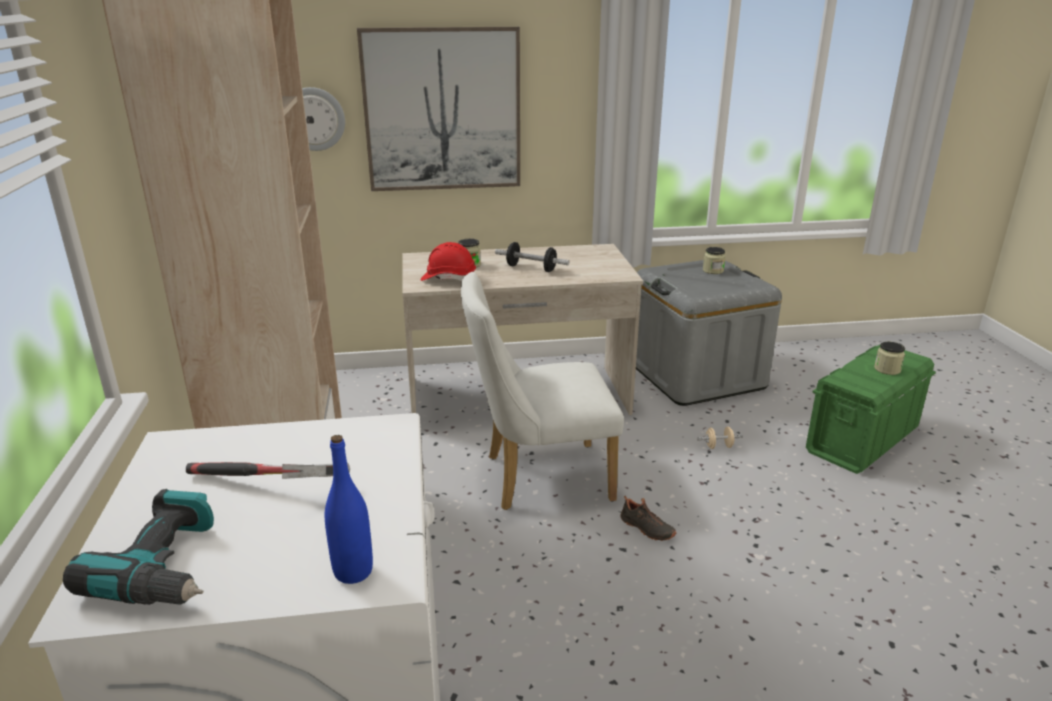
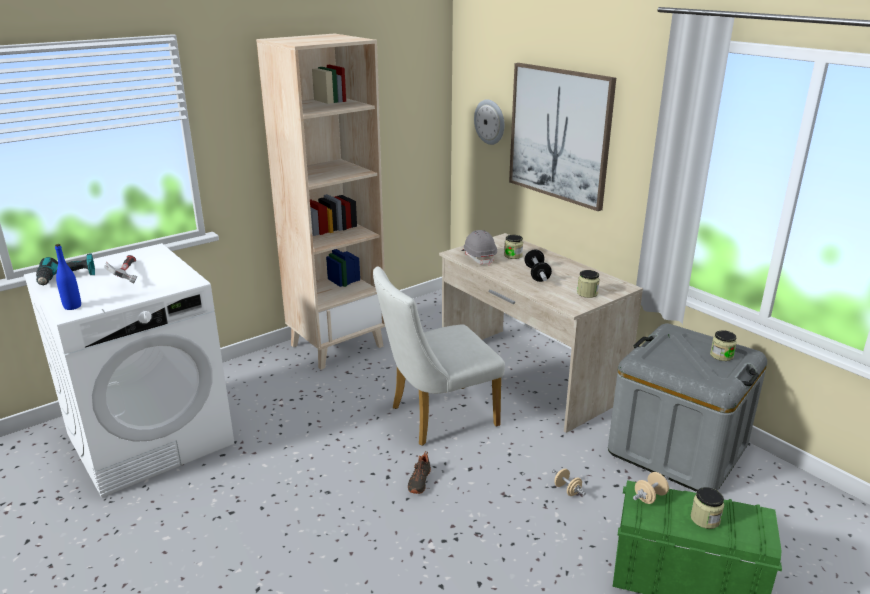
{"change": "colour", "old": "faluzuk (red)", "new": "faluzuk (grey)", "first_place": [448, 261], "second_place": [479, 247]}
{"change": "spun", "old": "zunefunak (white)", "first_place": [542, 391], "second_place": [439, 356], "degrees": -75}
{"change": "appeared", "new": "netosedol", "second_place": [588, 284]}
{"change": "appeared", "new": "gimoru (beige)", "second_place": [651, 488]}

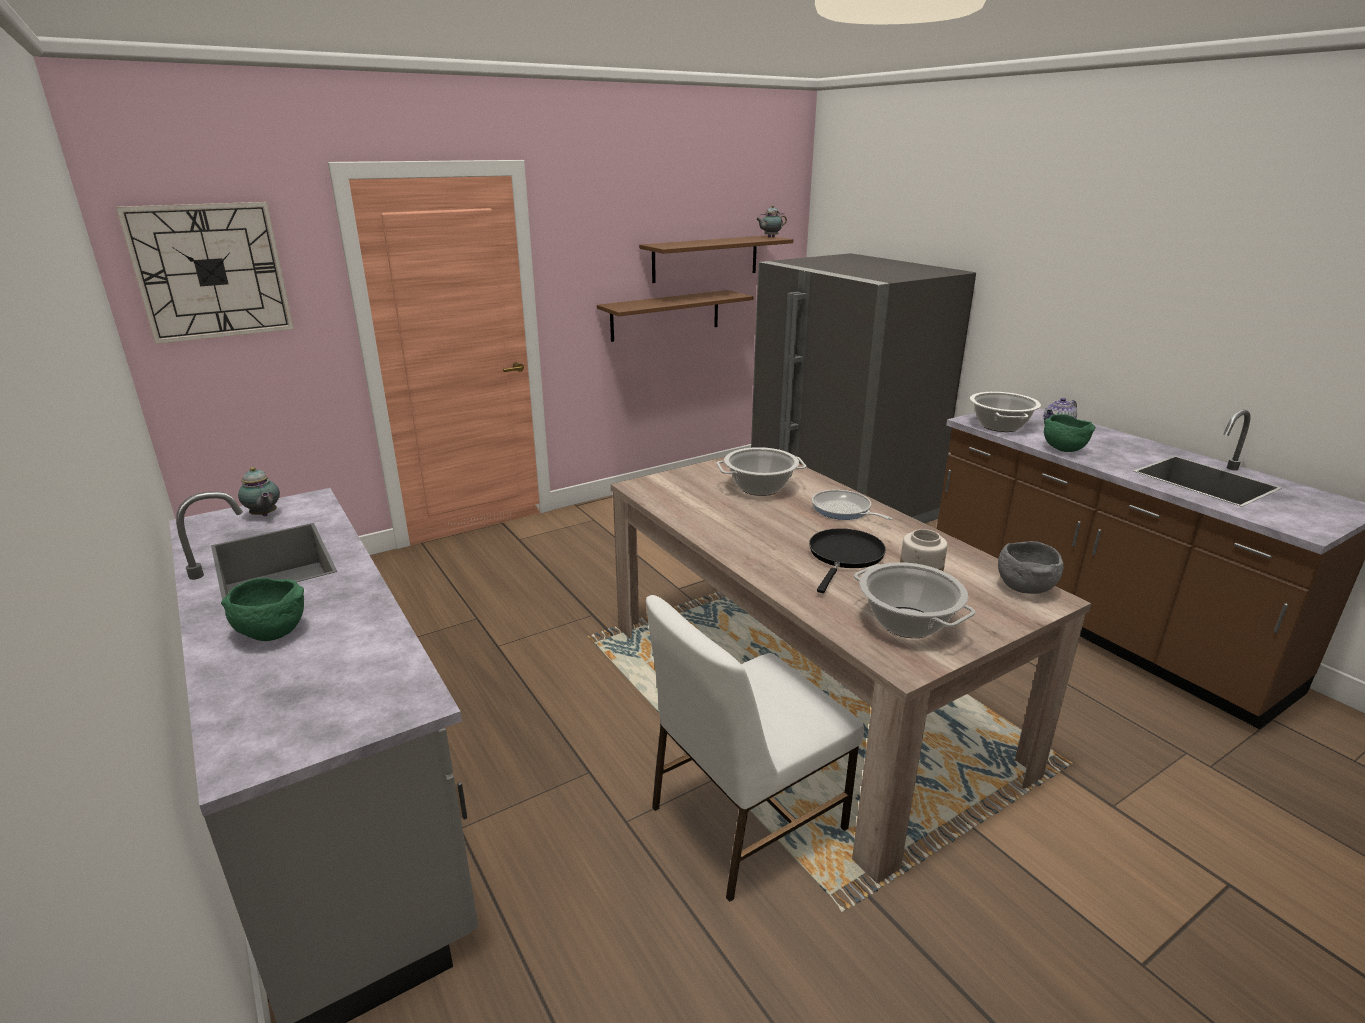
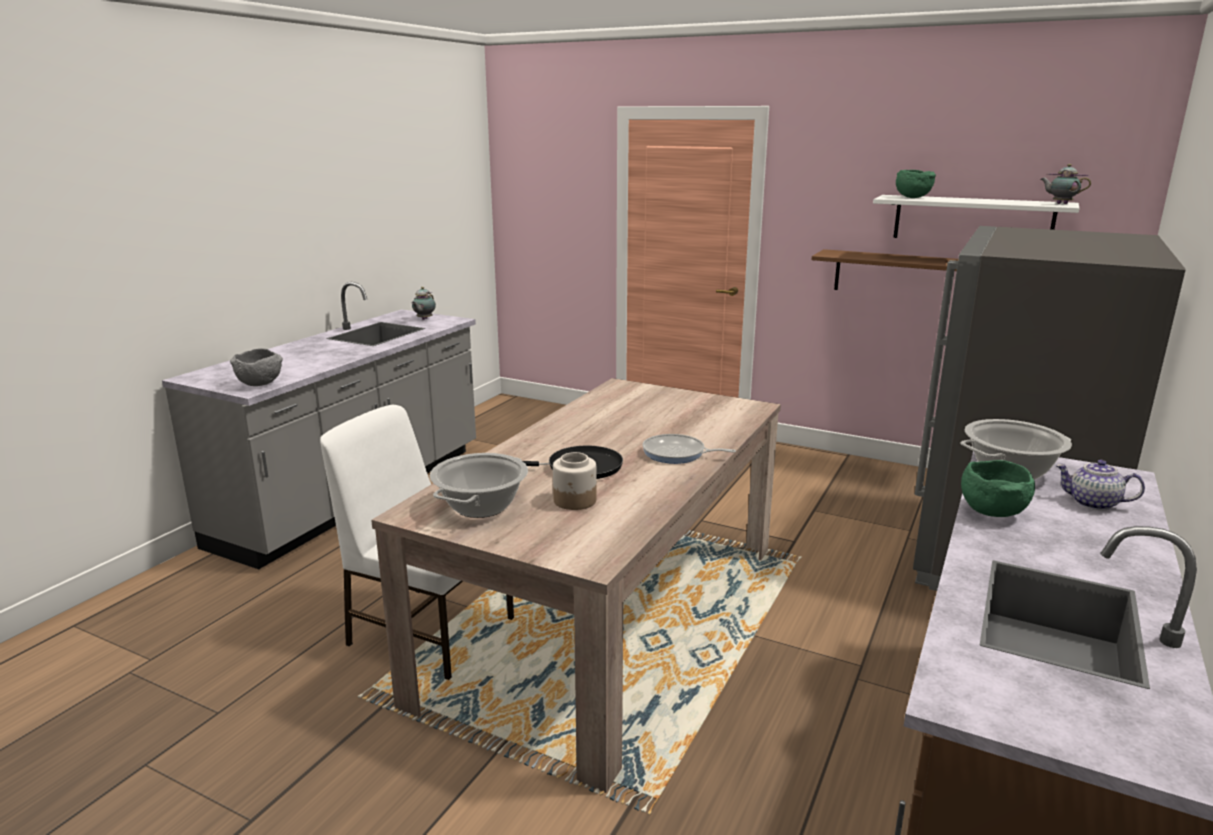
{"change": "missing", "old": "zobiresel", "first_place": [205, 273]}
{"change": "colour", "old": "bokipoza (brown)", "new": "bokipoza (white)", "first_place": [716, 259], "second_place": [976, 216]}
{"change": "missing", "old": "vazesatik", "first_place": [762, 471]}
{"change": "spun", "old": "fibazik", "first_place": [852, 505], "second_place": [689, 449], "degrees": -90}
{"change": "relocated", "old": "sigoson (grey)", "first_place": [1031, 567], "second_place": [256, 367]}
{"change": "relocated", "old": "sigoson (green)", "first_place": [262, 609], "second_place": [916, 184]}

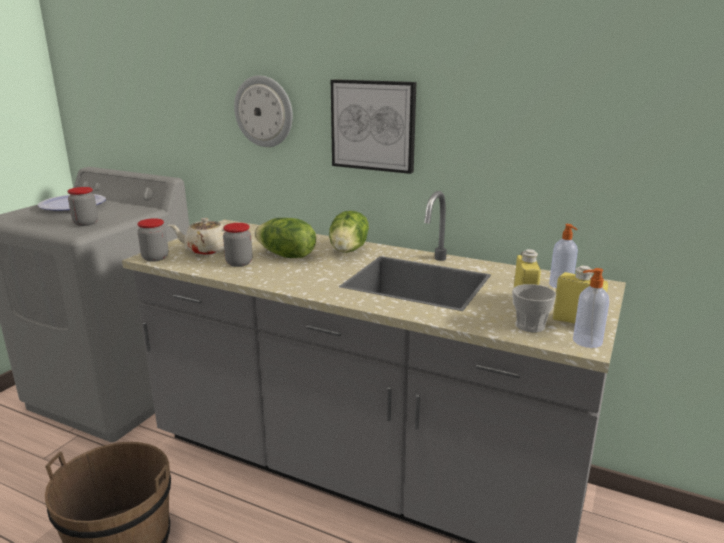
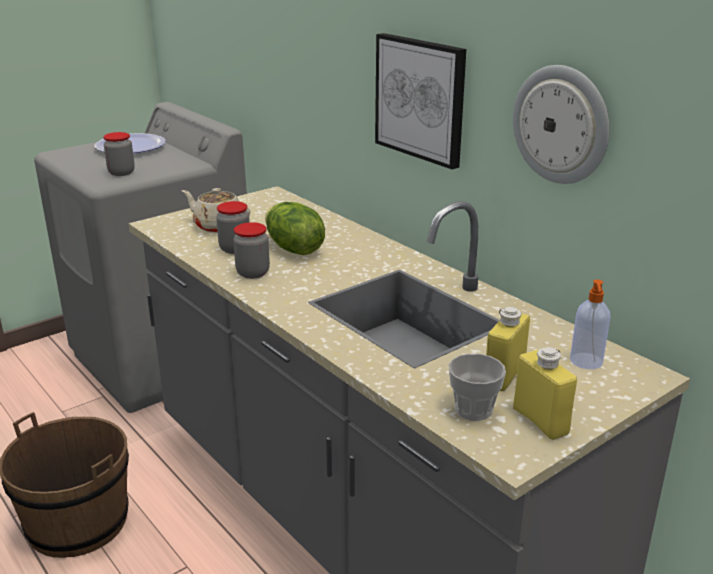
{"change": "relocated", "old": "zobiresel", "first_place": [263, 111], "second_place": [561, 124]}
{"change": "missing", "old": "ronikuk", "first_place": [349, 232]}
{"change": "relocated", "old": "netosedol", "first_place": [152, 240], "second_place": [251, 250]}
{"change": "missing", "old": "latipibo", "first_place": [591, 308]}

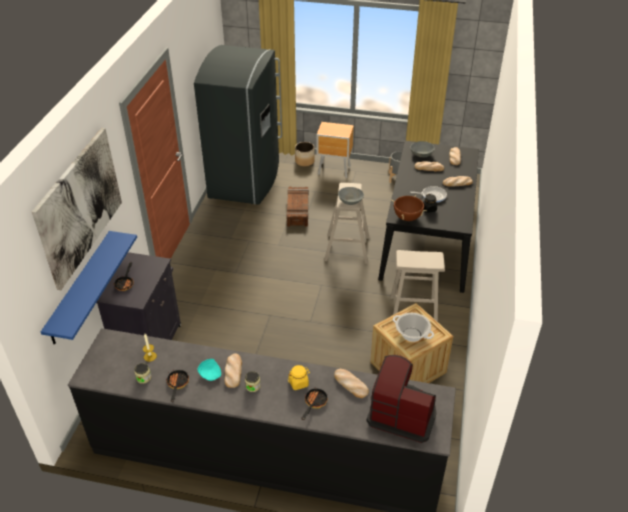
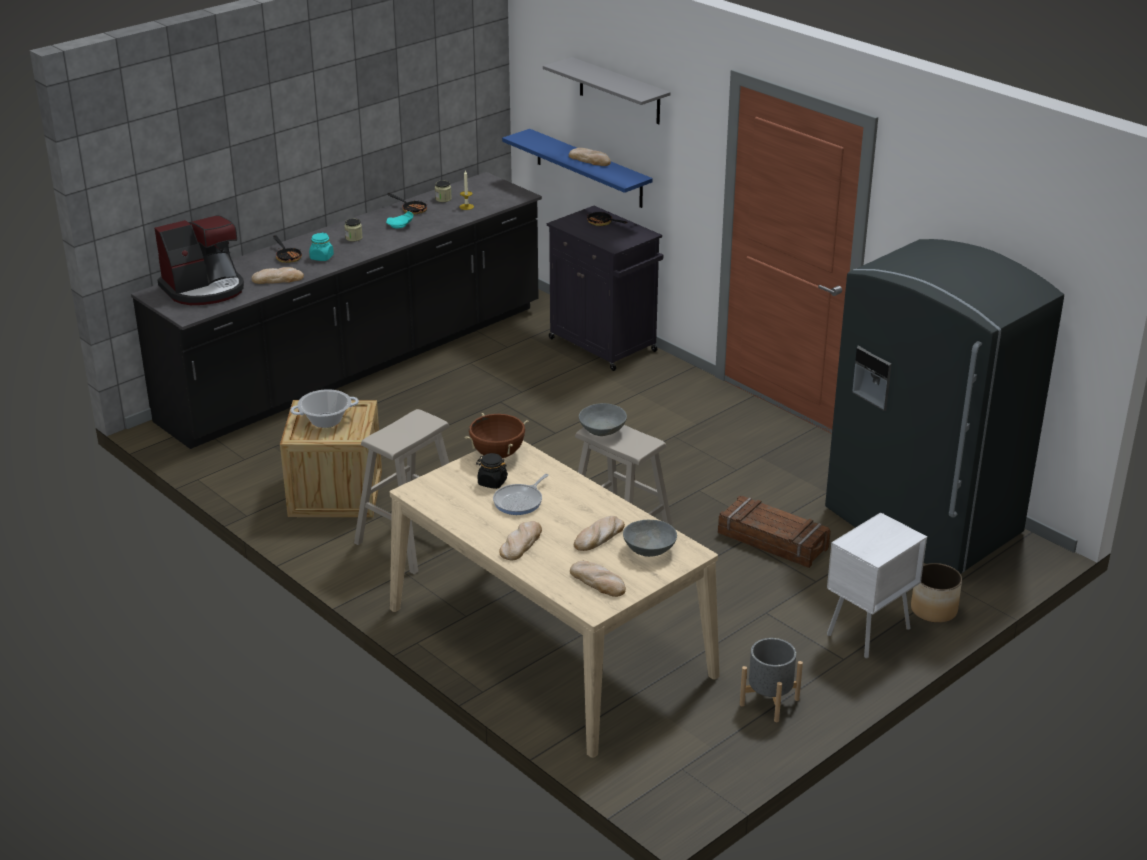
{"change": "colour", "old": "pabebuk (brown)", "new": "pabebuk (white)", "first_place": [335, 150], "second_place": [877, 585]}
{"change": "exchanged", "old": "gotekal", "new": "bokipoza (grey)", "first_place": [77, 209], "second_place": [607, 91]}
{"change": "colour", "old": "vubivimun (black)", "new": "vubivimun (beige)", "first_place": [428, 217], "second_place": [555, 599]}
{"change": "relocated", "old": "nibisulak", "first_place": [233, 370], "second_place": [590, 157]}
{"change": "colour", "old": "netosedol (yellow)", "new": "netosedol (turquoise)", "first_place": [299, 377], "second_place": [321, 247]}

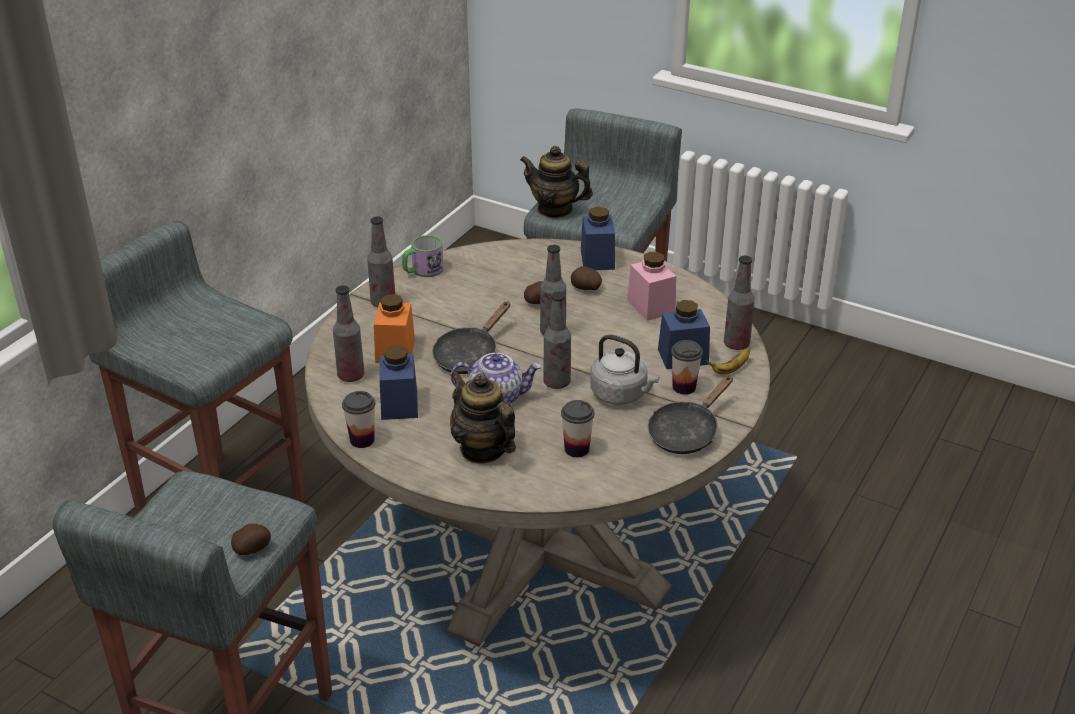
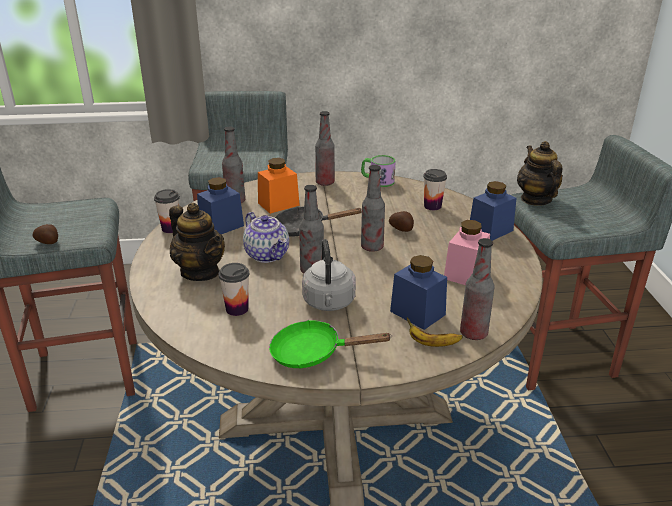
{"change": "missing", "old": "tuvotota", "first_place": [586, 278]}
{"change": "relocated", "old": "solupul", "first_place": [687, 367], "second_place": [435, 189]}
{"change": "spun", "old": "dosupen", "first_place": [483, 418], "second_place": [197, 242], "degrees": 120}
{"change": "colour", "old": "fibazik (black)", "new": "fibazik (green)", "first_place": [690, 414], "second_place": [330, 344]}

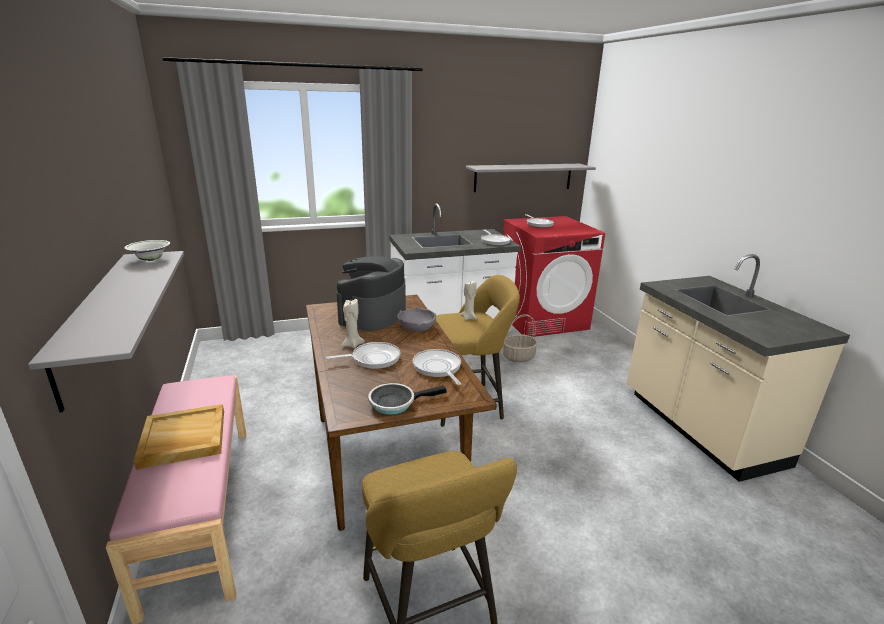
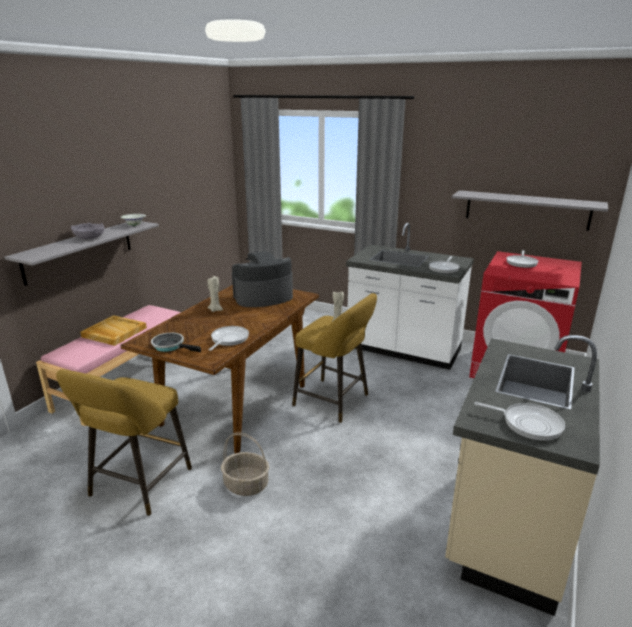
{"change": "relocated", "old": "sigoson (grey)", "first_place": [416, 319], "second_place": [87, 230]}
{"change": "relocated", "old": "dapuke", "first_place": [520, 338], "second_place": [245, 464]}
{"change": "relocated", "old": "fibazik", "first_place": [363, 355], "second_place": [519, 421]}

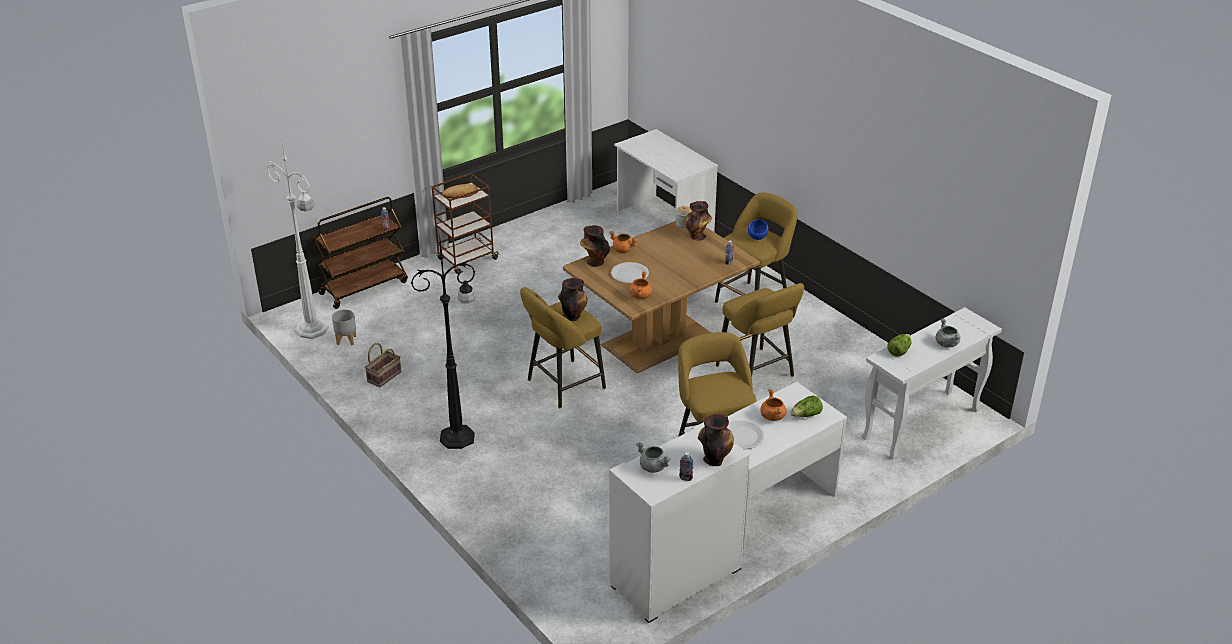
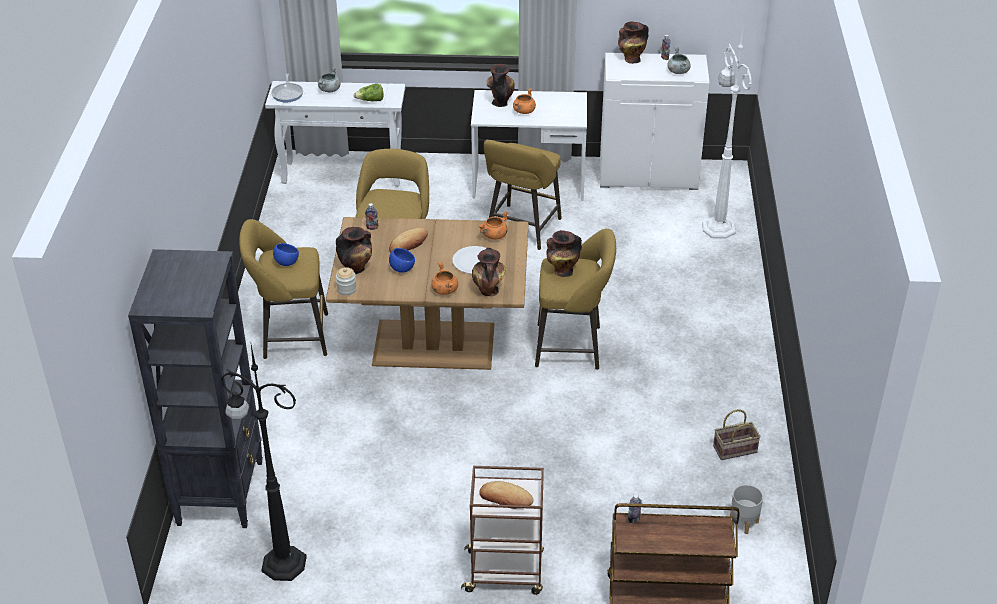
{"change": "exchanged", "old": "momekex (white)", "new": "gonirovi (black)", "first_place": [666, 180], "second_place": [195, 388]}
{"change": "relocated", "old": "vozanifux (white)", "first_place": [298, 240], "second_place": [727, 133]}
{"change": "relocated", "old": "vozanifux (black)", "first_place": [443, 341], "second_place": [263, 463]}
{"change": "exchanged", "old": "ronikuk", "new": "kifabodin", "first_place": [806, 406], "second_place": [501, 85]}
{"change": "missing", "old": "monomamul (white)", "first_place": [746, 434]}
{"change": "appeared", "new": "fibazik", "second_place": [287, 87]}
{"change": "appeared", "new": "nibisulak", "second_place": [408, 240]}
{"change": "appeared", "new": "sigoson (blue)", "second_place": [402, 260]}

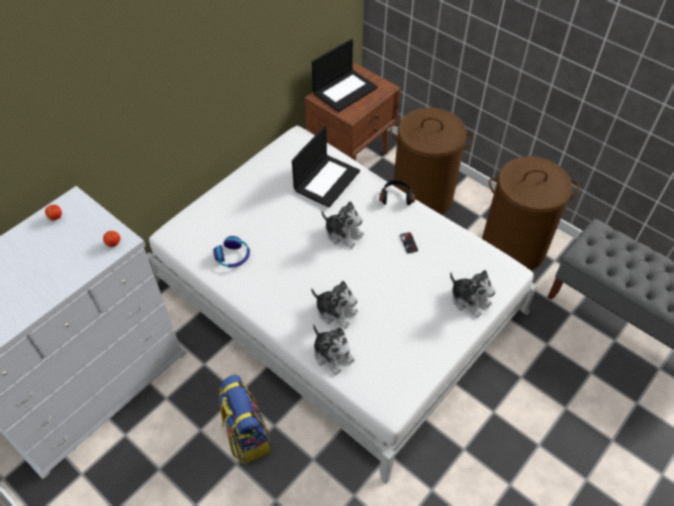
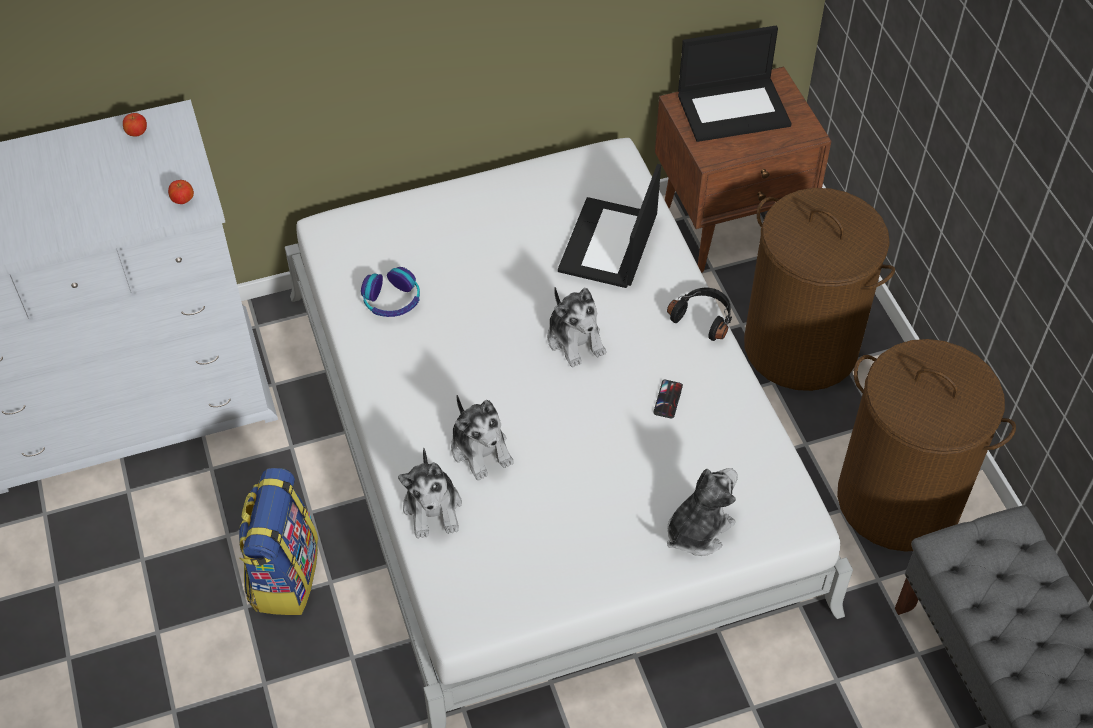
{"change": "spun", "old": "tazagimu", "first_place": [326, 167], "second_place": [609, 226], "degrees": 135}
{"change": "spun", "old": "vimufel", "first_place": [473, 294], "second_place": [702, 512], "degrees": -120}

